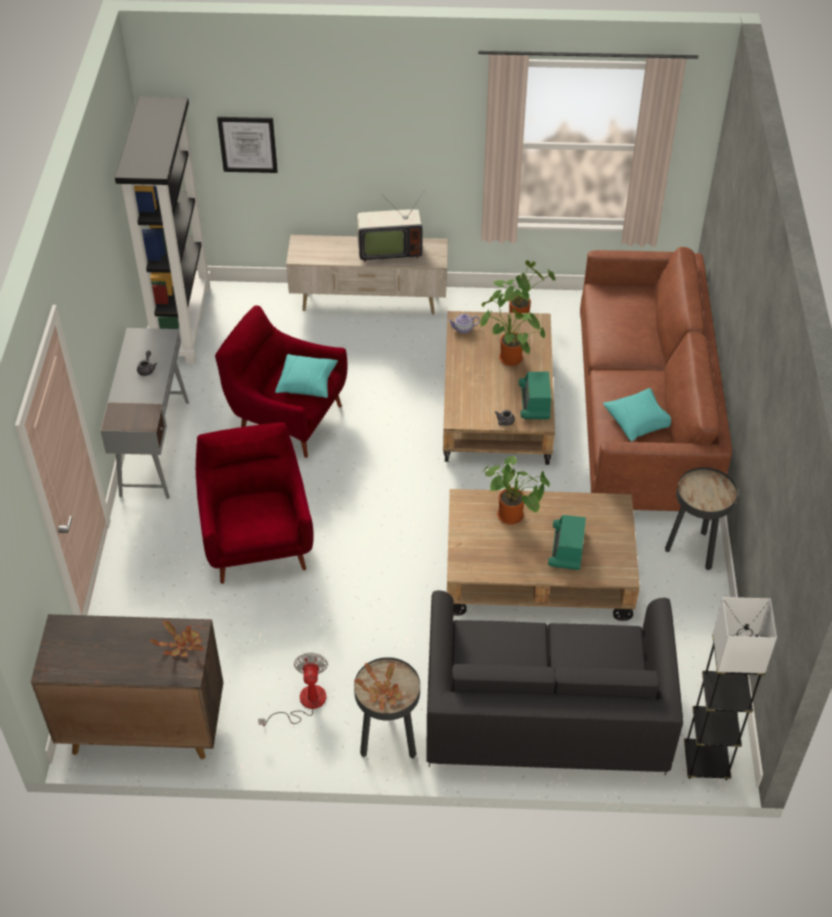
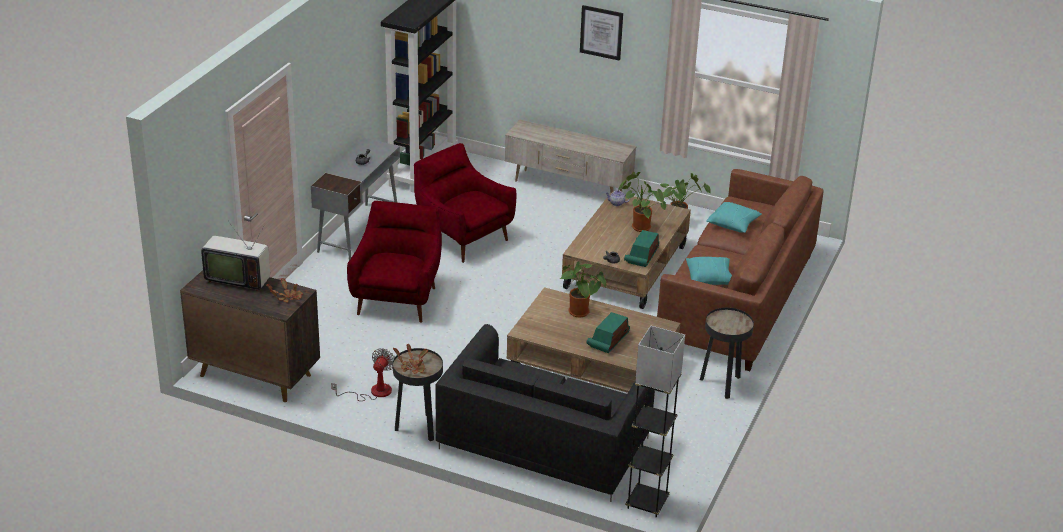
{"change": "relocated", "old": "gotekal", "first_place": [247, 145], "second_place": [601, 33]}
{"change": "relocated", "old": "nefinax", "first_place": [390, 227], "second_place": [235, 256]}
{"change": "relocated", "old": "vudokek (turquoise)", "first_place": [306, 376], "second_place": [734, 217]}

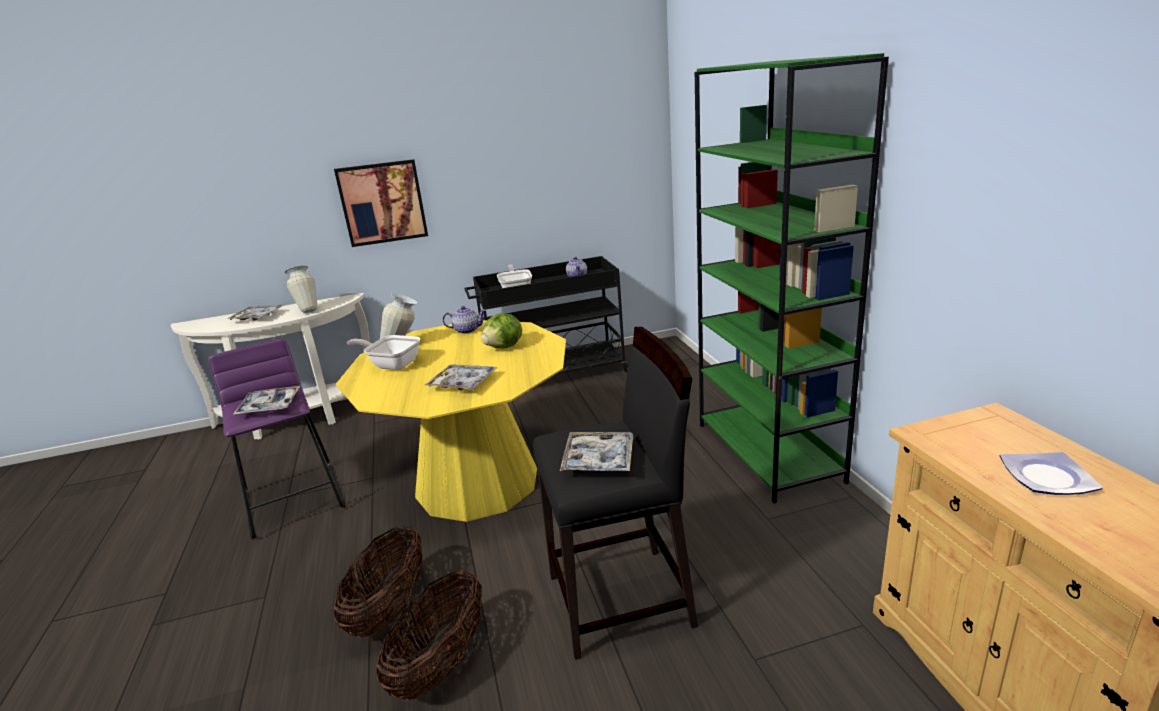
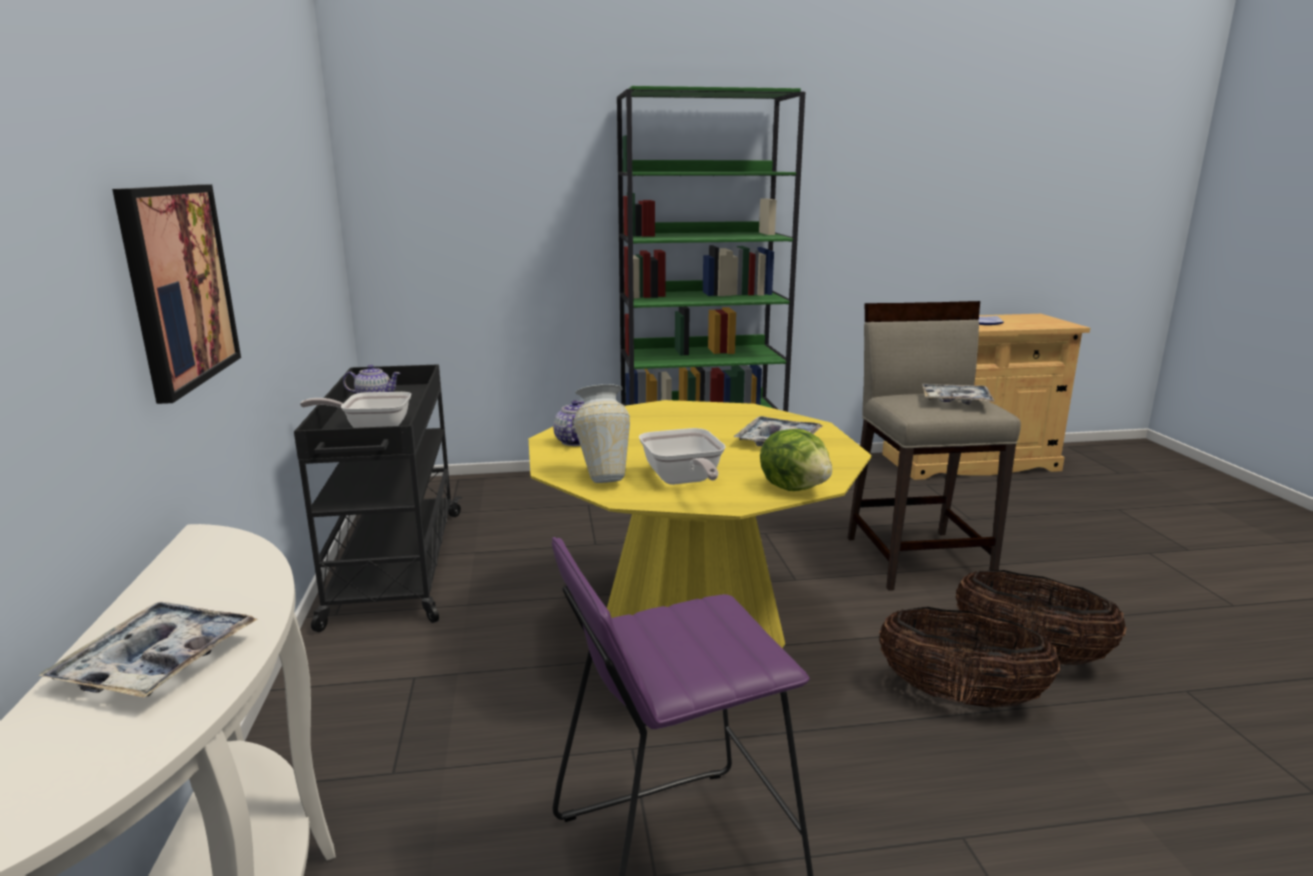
{"change": "missing", "old": "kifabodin", "first_place": [301, 289]}
{"change": "relocated", "old": "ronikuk", "first_place": [501, 331], "second_place": [796, 460]}
{"change": "colour", "old": "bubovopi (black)", "new": "bubovopi (beige)", "first_place": [615, 493], "second_place": [934, 446]}
{"change": "spun", "old": "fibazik", "first_place": [383, 352], "second_place": [682, 456], "degrees": -45}
{"change": "missing", "old": "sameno", "first_place": [266, 400]}

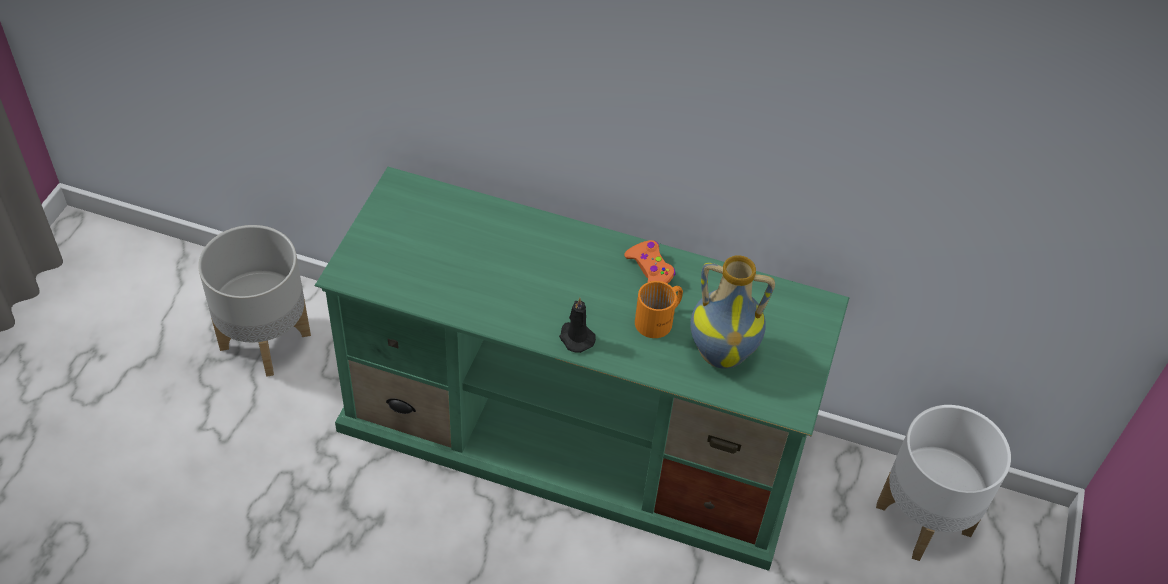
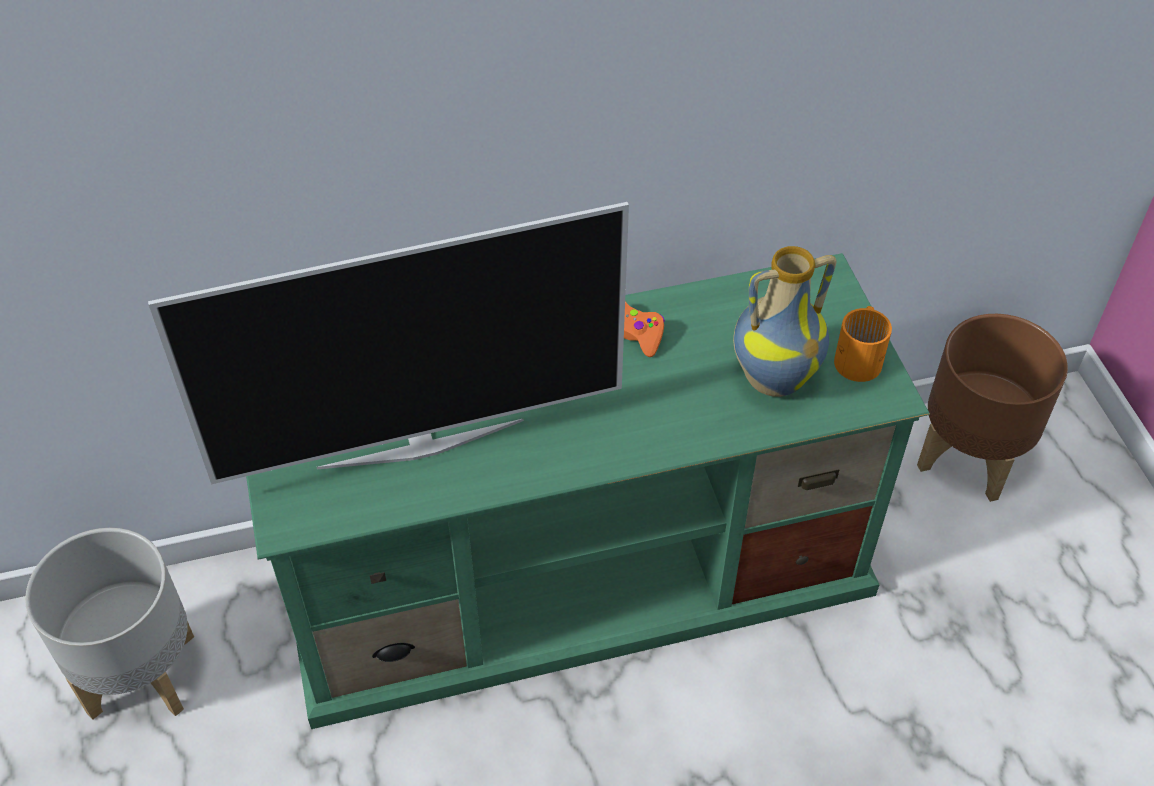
{"change": "relocated", "old": "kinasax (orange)", "first_place": [659, 309], "second_place": [863, 344]}
{"change": "missing", "old": "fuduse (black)", "first_place": [577, 325]}
{"change": "colour", "old": "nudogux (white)", "new": "nudogux (brown)", "first_place": [943, 483], "second_place": [992, 408]}
{"change": "appeared", "new": "nefinax", "second_place": [388, 343]}

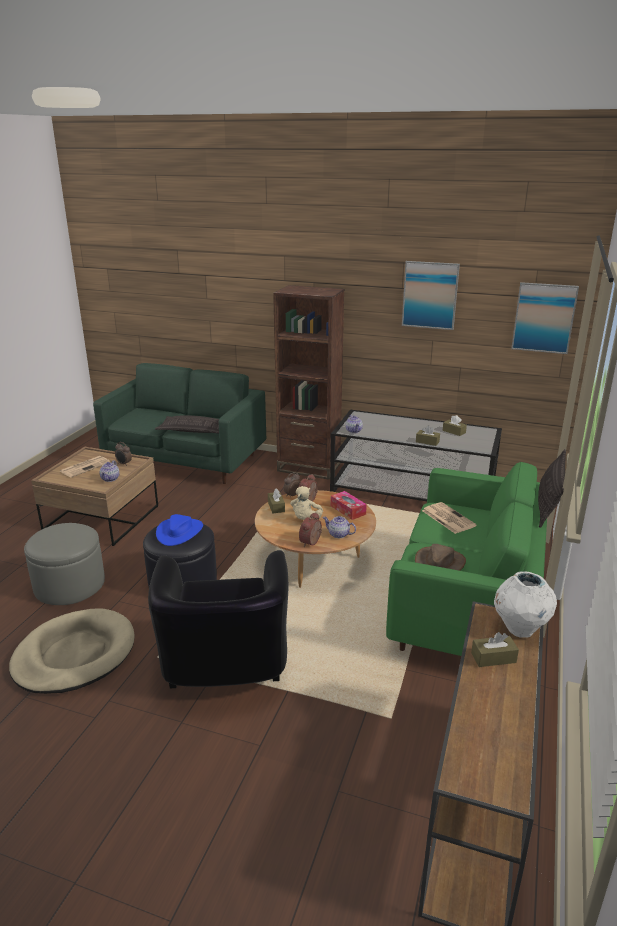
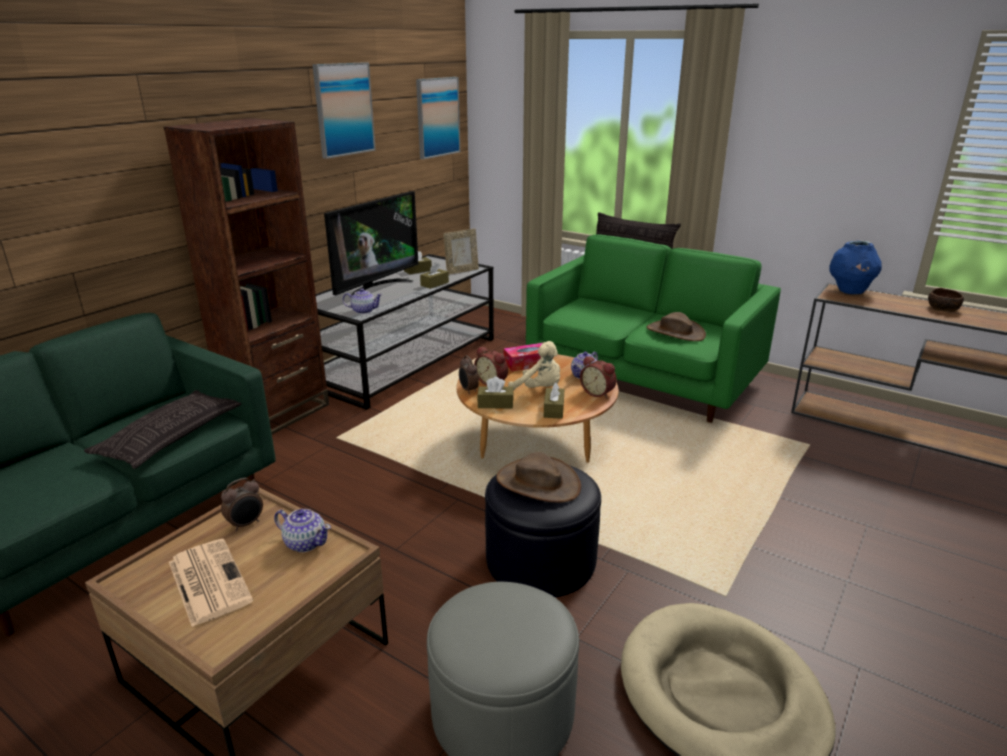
{"change": "missing", "old": "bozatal", "first_place": [449, 518]}
{"change": "colour", "old": "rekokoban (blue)", "new": "rekokoban (brown)", "first_place": [179, 530], "second_place": [538, 477]}
{"change": "missing", "old": "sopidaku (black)", "first_place": [218, 619]}
{"change": "colour", "old": "kifabodin (white)", "new": "kifabodin (blue)", "first_place": [525, 604], "second_place": [855, 267]}
{"change": "relocated", "old": "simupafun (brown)", "first_place": [495, 649], "second_place": [554, 400]}
{"change": "appeared", "new": "nefinax", "second_place": [371, 243]}
{"change": "appeared", "new": "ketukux", "second_place": [461, 252]}
{"change": "appeared", "new": "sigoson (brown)", "second_place": [946, 300]}

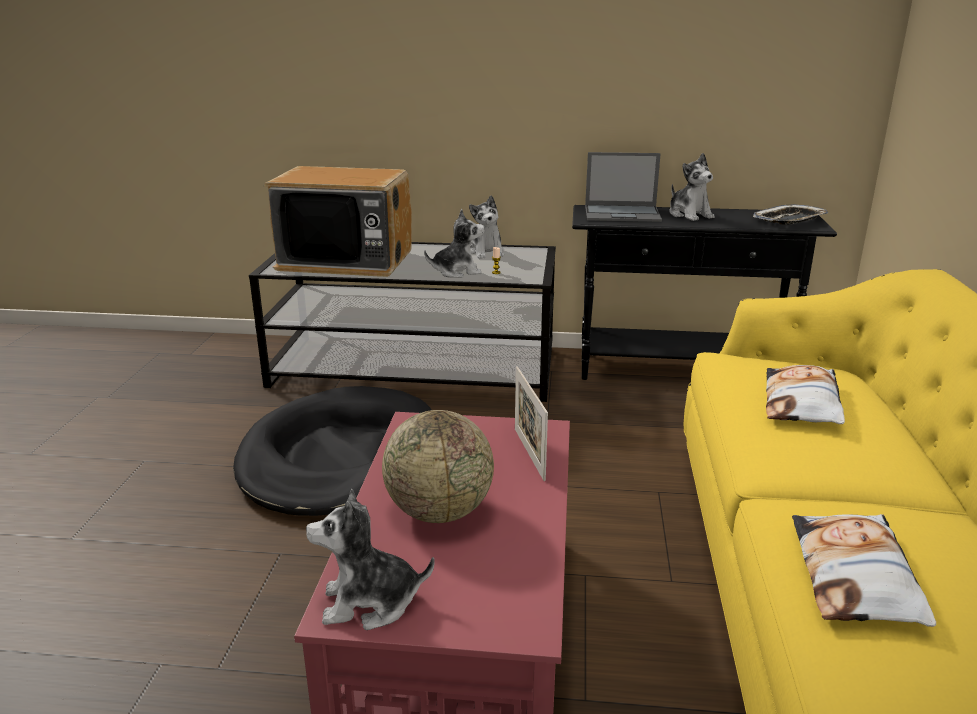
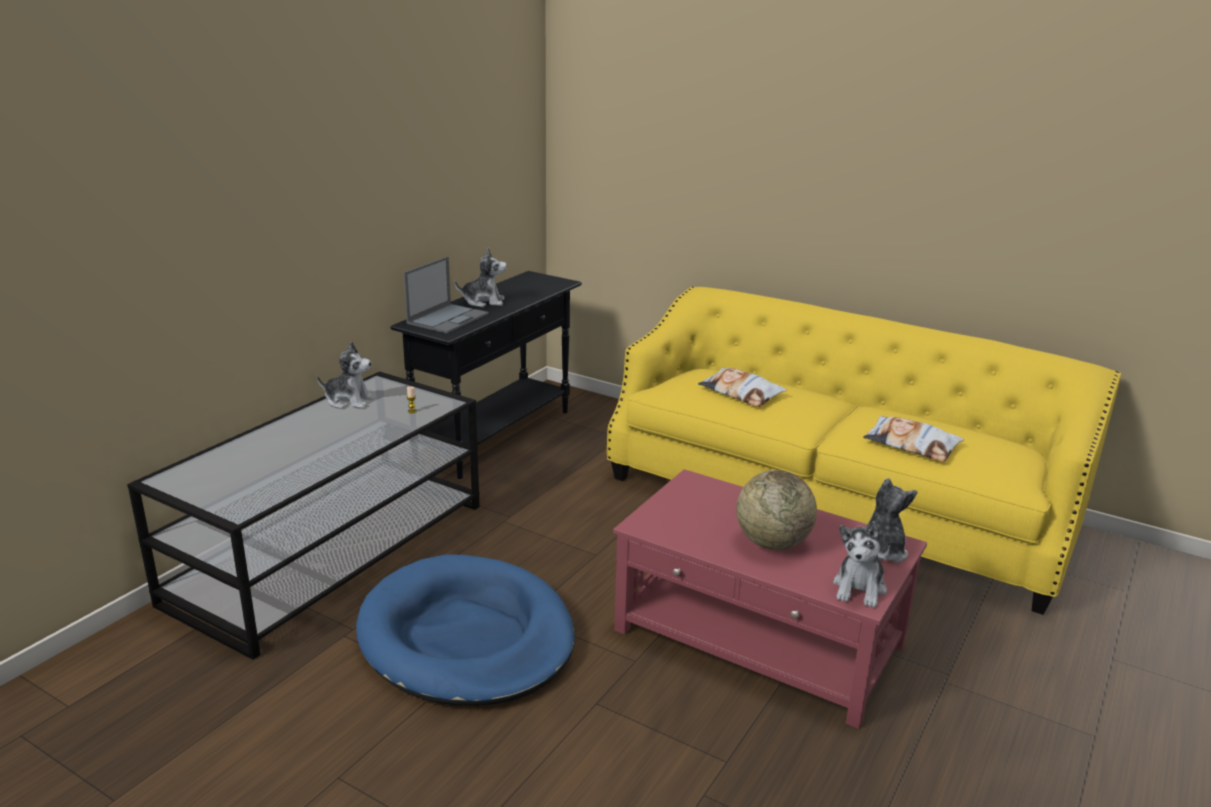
{"change": "missing", "old": "nefinax", "first_place": [338, 221]}
{"change": "missing", "old": "sameno", "first_place": [790, 214]}
{"change": "relocated", "old": "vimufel", "first_place": [454, 243], "second_place": [892, 520]}
{"change": "missing", "old": "ketukux", "first_place": [531, 423]}
{"change": "colour", "old": "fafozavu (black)", "new": "fafozavu (blue)", "first_place": [332, 451], "second_place": [465, 630]}

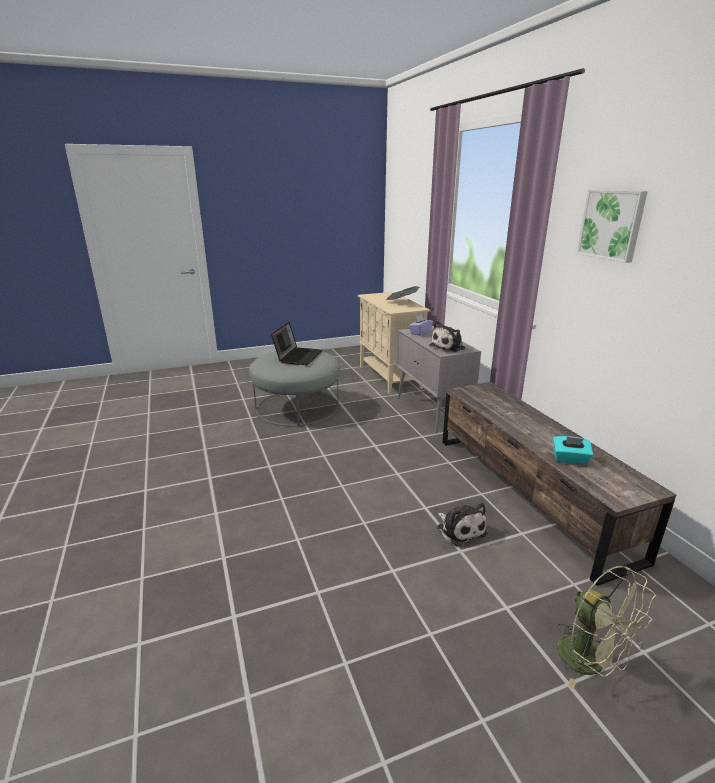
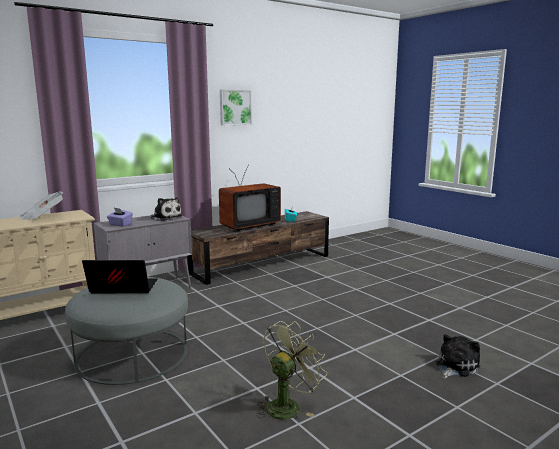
{"change": "relocated", "old": "vimufel", "first_place": [462, 524], "second_place": [458, 356]}
{"change": "relocated", "old": "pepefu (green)", "first_place": [606, 627], "second_place": [292, 370]}
{"change": "appeared", "new": "nefinax", "second_place": [250, 198]}

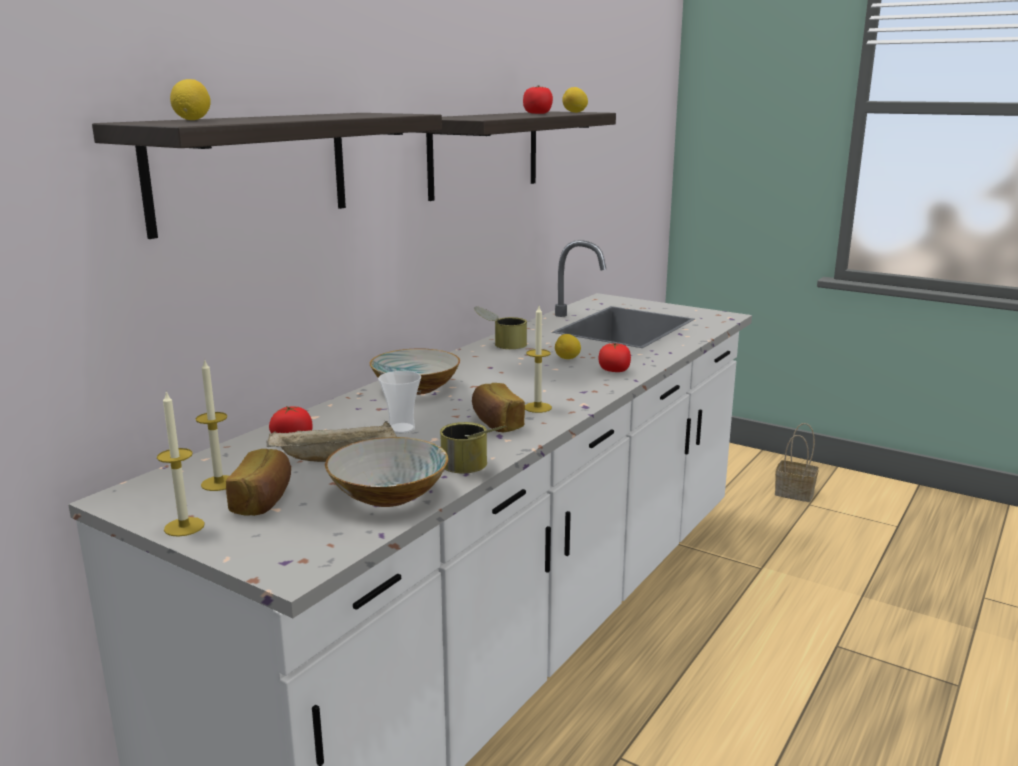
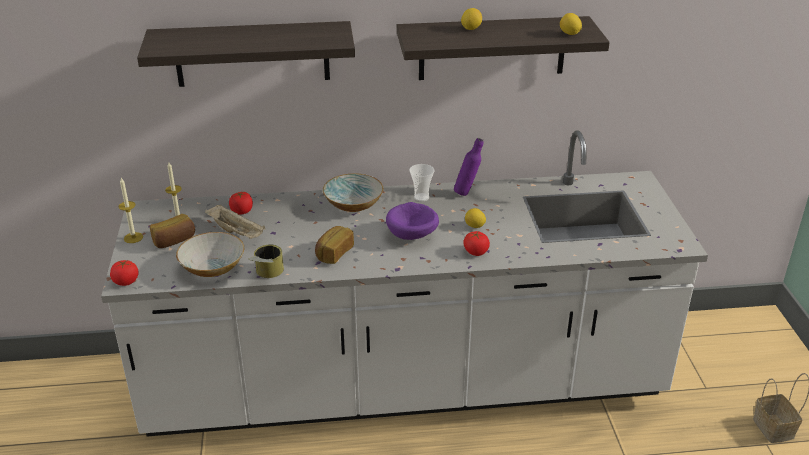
{"change": "relocated", "old": "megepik", "first_place": [190, 99], "second_place": [471, 19]}
{"change": "relocated", "old": "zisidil", "first_place": [538, 99], "second_place": [124, 273]}
{"change": "exchanged", "old": "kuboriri", "new": "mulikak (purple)", "first_place": [500, 327], "second_place": [468, 167]}
{"change": "missing", "old": "fuduse", "first_place": [538, 359]}
{"change": "relocated", "old": "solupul", "first_place": [399, 402], "second_place": [421, 183]}
{"change": "appeared", "new": "sigoson (purple)", "second_place": [412, 221]}

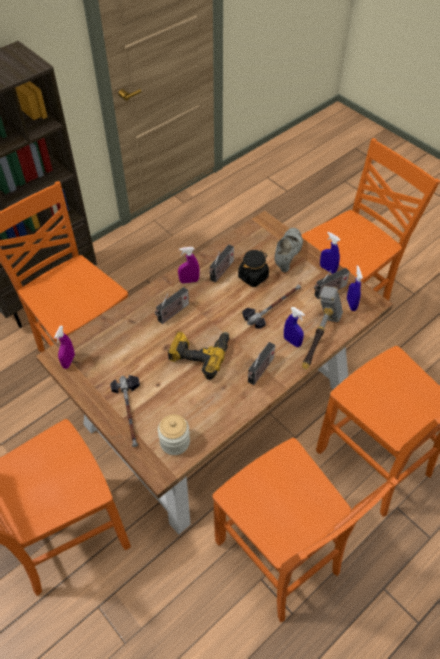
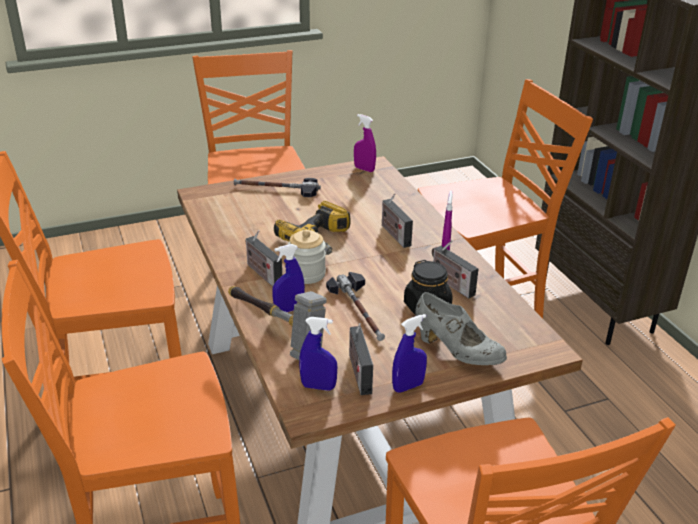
{"change": "relocated", "old": "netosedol", "first_place": [174, 434], "second_place": [306, 257]}

